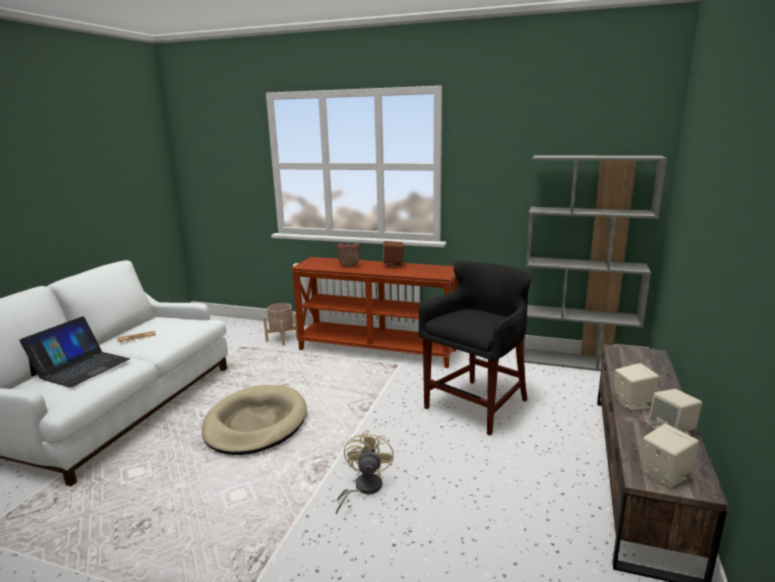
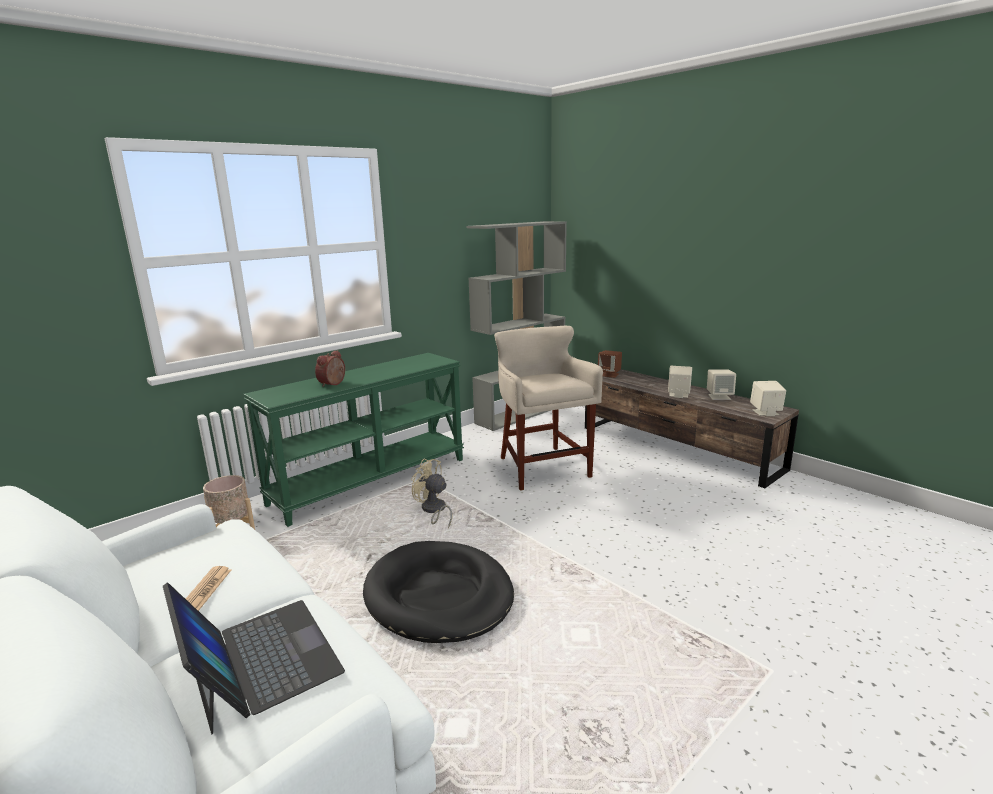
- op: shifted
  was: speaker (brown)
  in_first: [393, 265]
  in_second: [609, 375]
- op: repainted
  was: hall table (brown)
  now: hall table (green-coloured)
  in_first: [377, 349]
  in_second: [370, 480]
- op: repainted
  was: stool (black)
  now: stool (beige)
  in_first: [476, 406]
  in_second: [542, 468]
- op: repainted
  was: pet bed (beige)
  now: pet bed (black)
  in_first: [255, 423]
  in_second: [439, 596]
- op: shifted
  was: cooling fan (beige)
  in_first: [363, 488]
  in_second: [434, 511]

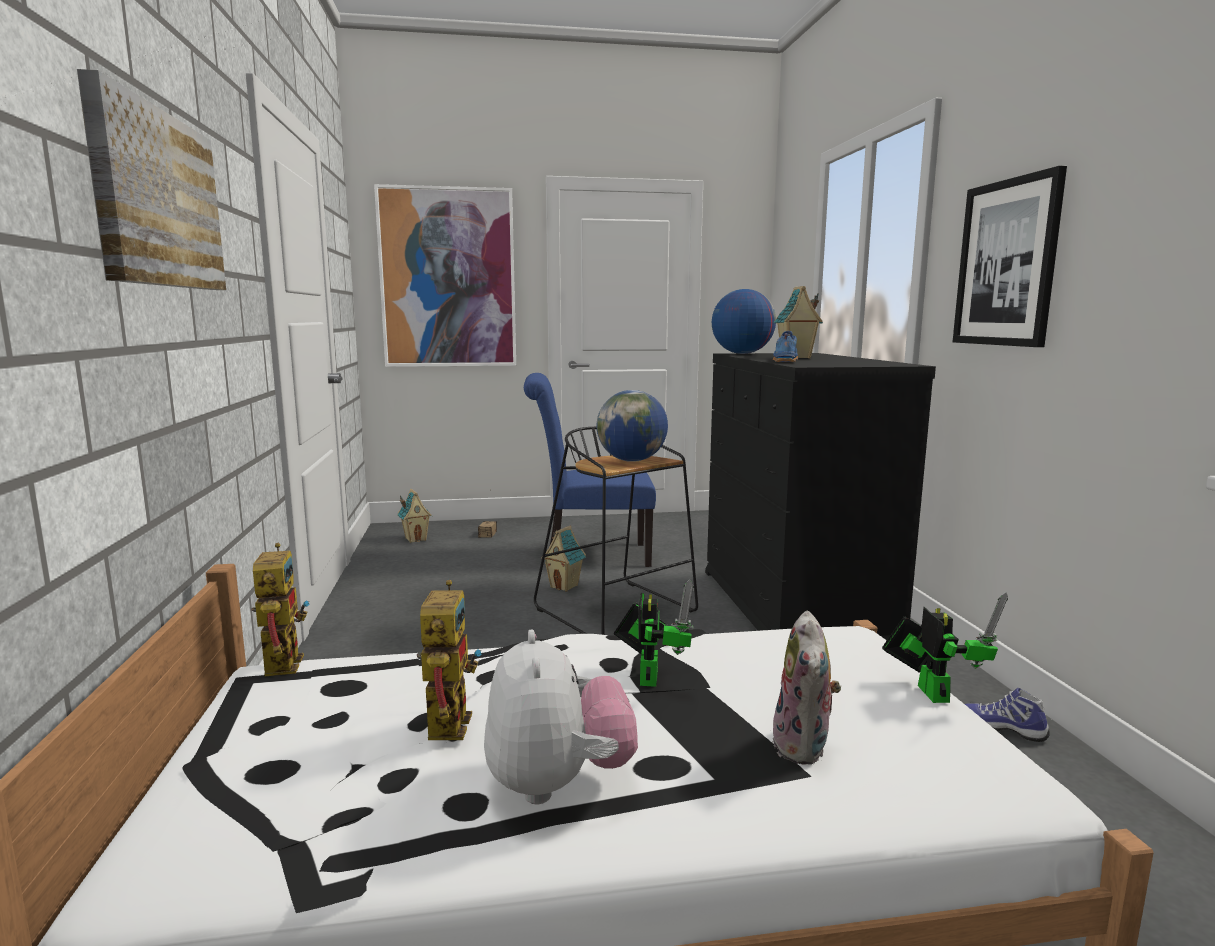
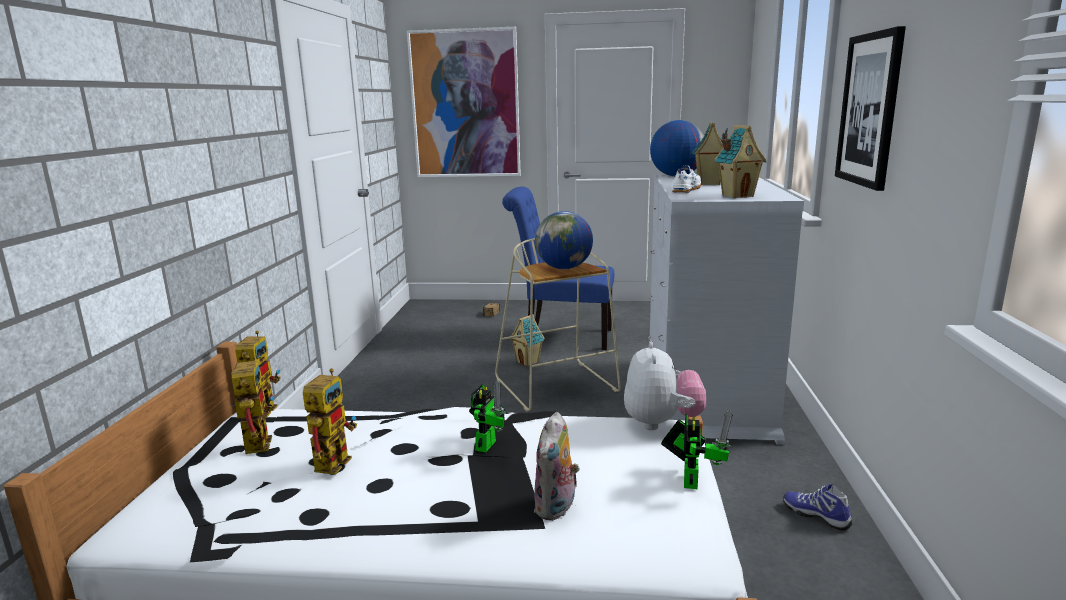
- op: gone
  was: wall art
  in_first: [156, 200]
- op: repainted
  was: item of footwear (blue-coloured)
  now: item of footwear (white-coloured)
  in_first: [784, 361]
  in_second: [685, 190]
- op: repainted
  was: chest of drawers (black)
  now: chest of drawers (white-coloured)
  in_first: [795, 607]
  in_second: [706, 395]
- op: repainted
  was: stool (black)
  now: stool (beige)
  in_first: [618, 611]
  in_second: [558, 386]
- op: shifted
  was: miniature house
  in_first: [416, 539]
  in_second: [737, 196]
- op: shifted
  was: plush toy
  in_first: [558, 783]
  in_second: [661, 423]
- op: new
  now: model robot
  in_second: [256, 441]

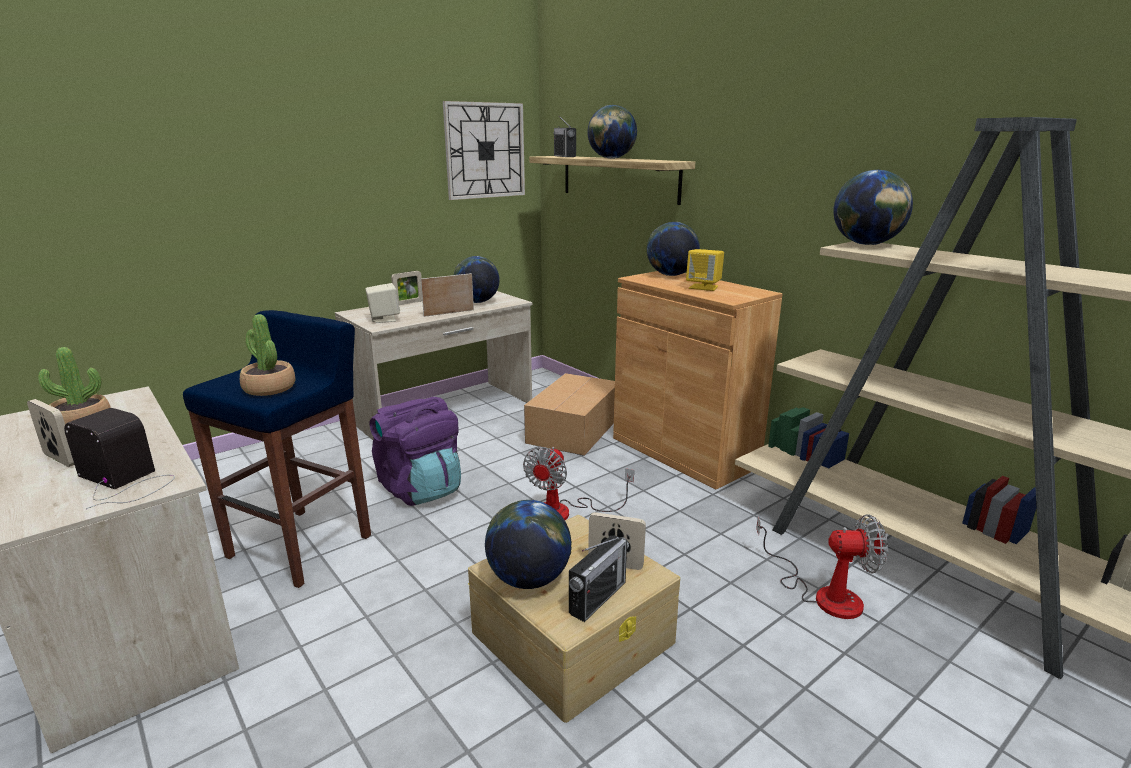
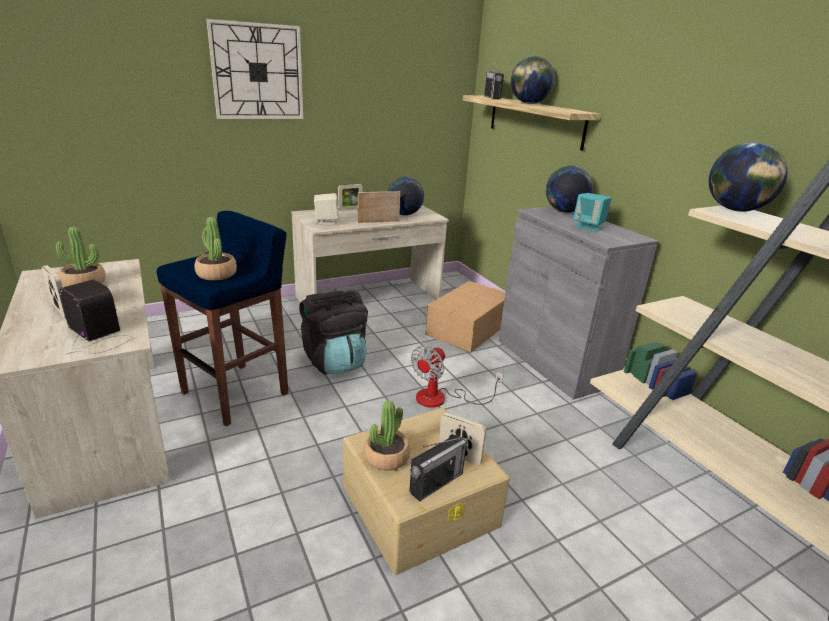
- op: shifted
  was: hanging clock
  in_first: [485, 150]
  in_second: [257, 72]
- op: repainted
  was: speaker (yellowish)
  now: speaker (turquoise)
  in_first: [704, 287]
  in_second: [588, 227]
- op: repainted
  was: cupboard (brown)
  now: cupboard (greyish)
  in_first: [684, 452]
  in_second: [554, 362]
- op: repainted
  was: rucksack (purple)
  now: rucksack (black)
  in_first: [420, 489]
  in_second: [334, 361]
- op: swapped
  was: world globe
  now: plant in a pot
  in_first: [529, 579]
  in_second: [386, 457]
- op: gone
  was: cooling fan
  in_first: [823, 594]

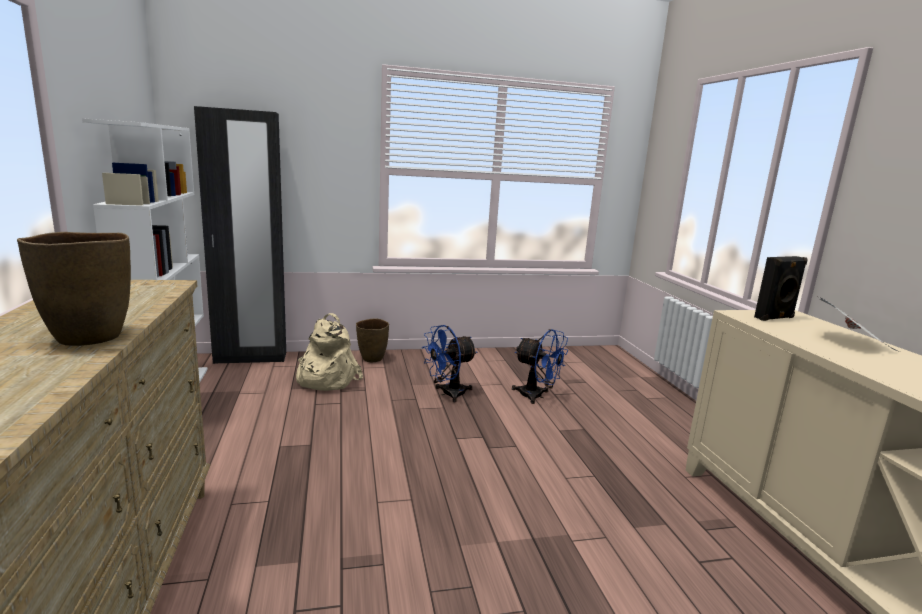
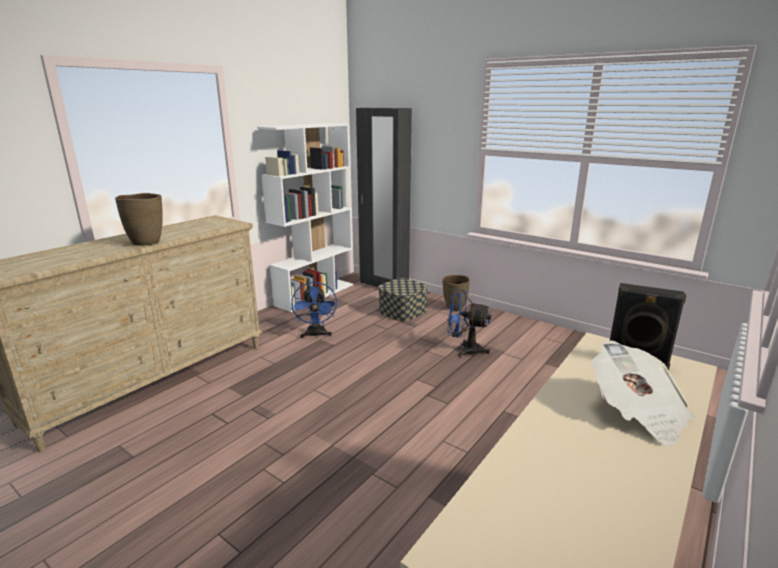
- op: swapped
  was: rucksack (beige)
  now: storage box
  in_first: [325, 379]
  in_second: [402, 311]
- op: shifted
  was: cooling fan (blue-coloured)
  in_first: [537, 396]
  in_second: [316, 335]

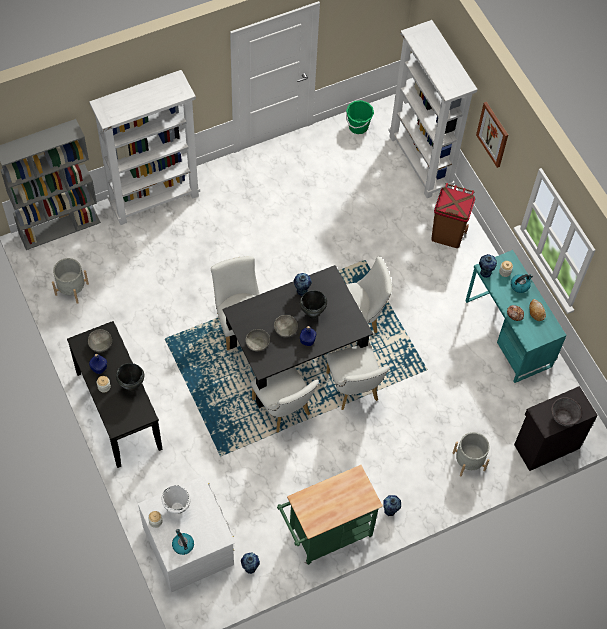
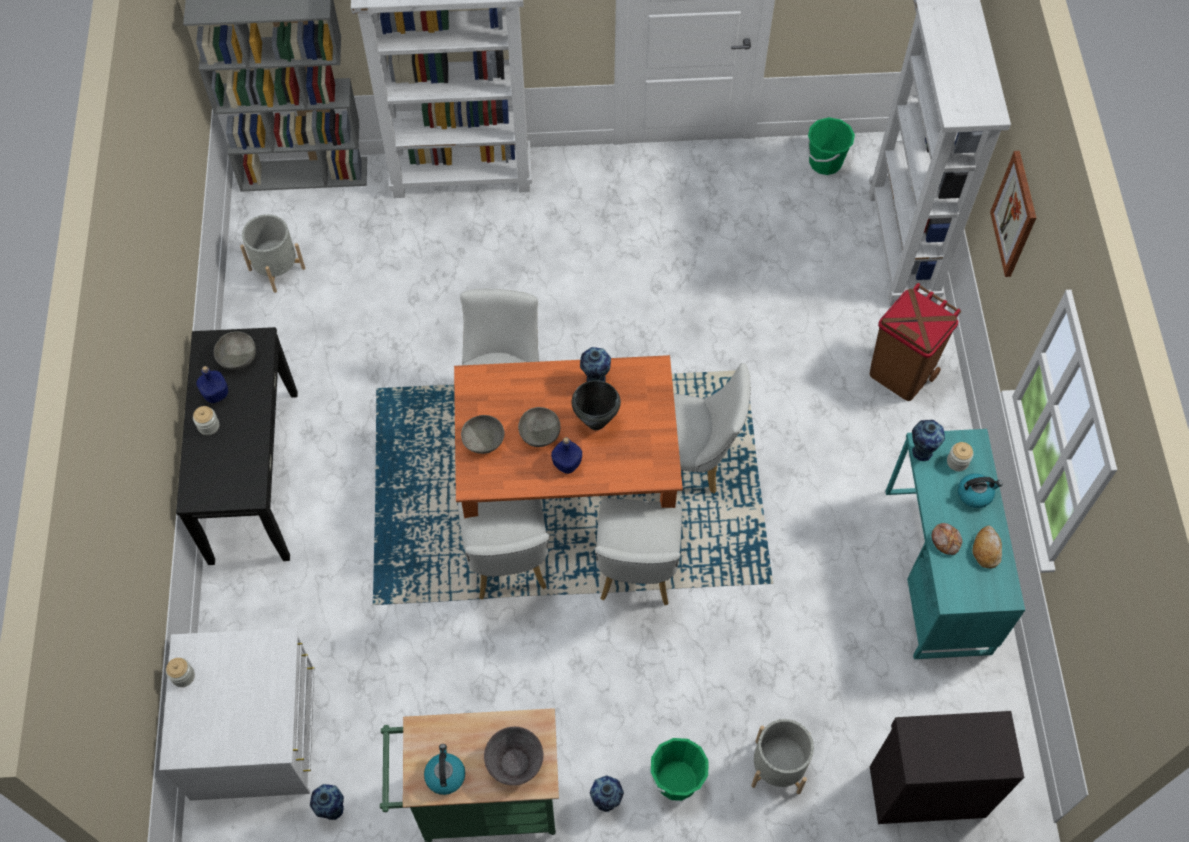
- op: repainted
  was: dinner table (black)
  now: dinner table (orange-coloured)
  in_first: [295, 355]
  in_second: [566, 483]
- op: gone
  was: stockpot (black)
  in_first: [132, 386]
- op: shifted
  was: bowl (greyish)
  in_first: [563, 416]
  in_second: [514, 762]
- op: gone
  was: stockpot (white-coloured)
  in_first: [177, 507]
- op: shifted
  was: tea kettle
  in_first: [182, 545]
  in_second: [445, 775]
- op: new
  now: bucket (green-coloured)
  in_second: [676, 780]

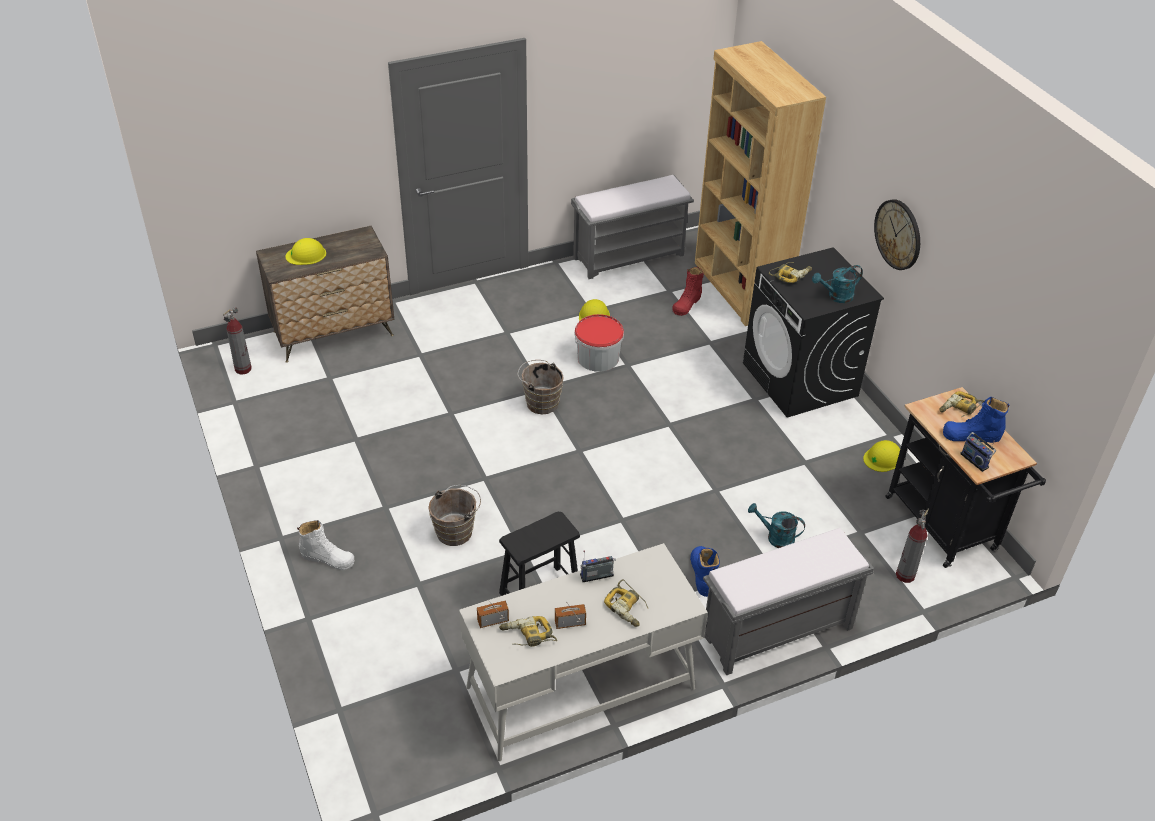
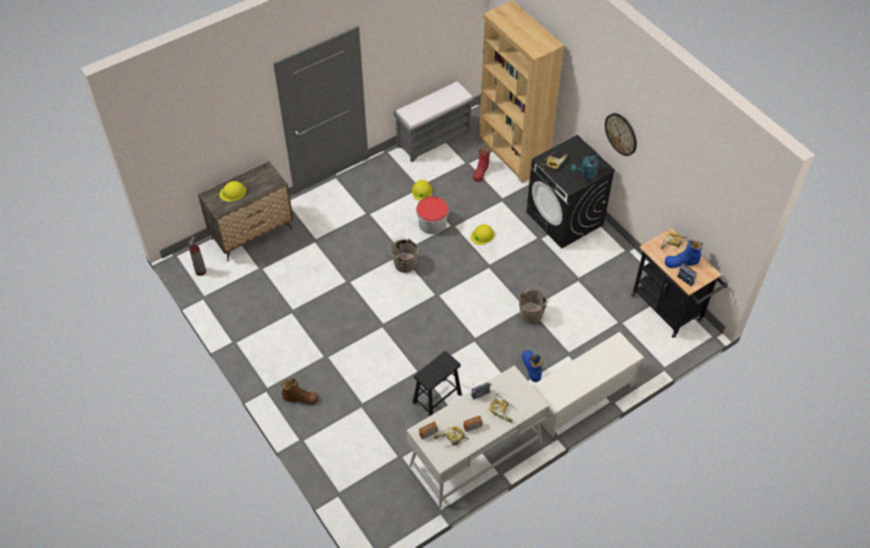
- op: shifted
  was: hard hat (yellowish)
  in_first: [883, 458]
  in_second: [482, 235]
- op: shifted
  was: bucket (brown)
  in_first: [457, 531]
  in_second: [532, 313]
- op: gone
  was: watering can (turquoise)
  in_first: [775, 537]
- op: gone
  was: fire extinguisher
  in_first: [905, 575]
- op: repainted
  was: tall boot (white-coloured)
  now: tall boot (brown)
  in_first: [327, 558]
  in_second: [300, 398]
- op: swapped
  was: bench (greyish)
  now: shoe rack (white-coloured)
  in_first: [776, 633]
  in_second: [581, 398]

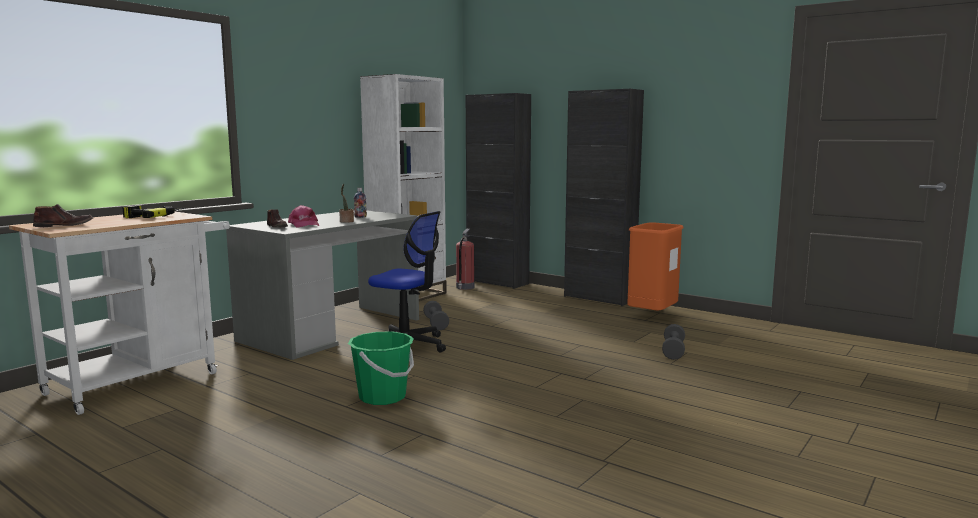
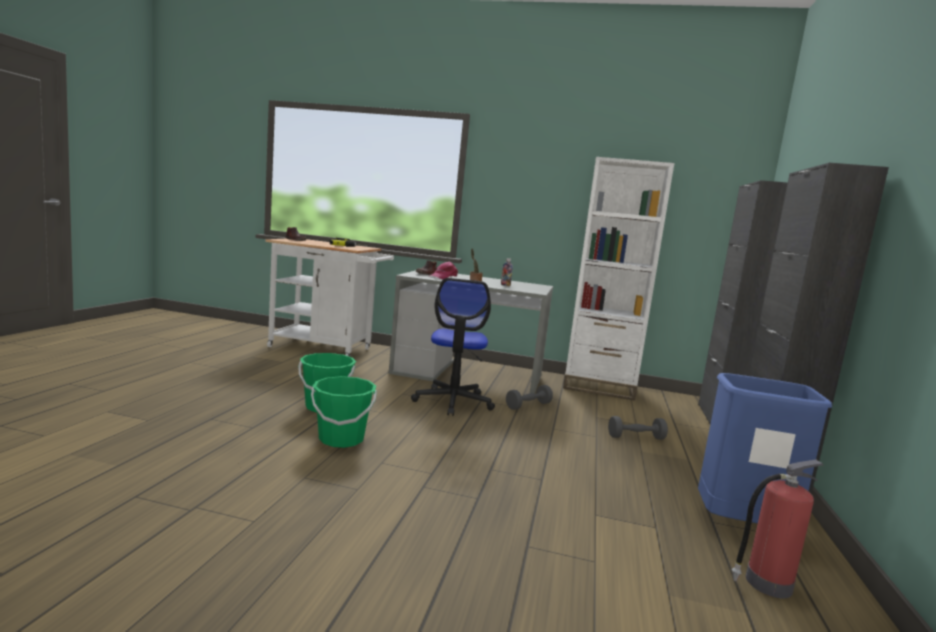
- op: repainted
  was: waste bin (orange-coloured)
  now: waste bin (blue-coloured)
  in_first: [652, 316]
  in_second: [742, 527]
- op: shifted
  was: fire extinguisher
  in_first: [464, 287]
  in_second: [766, 583]
- op: shifted
  was: hand weight (greyish)
  in_first: [673, 351]
  in_second: [636, 437]
- op: new
  now: bucket (green-coloured)
  in_second: [341, 439]

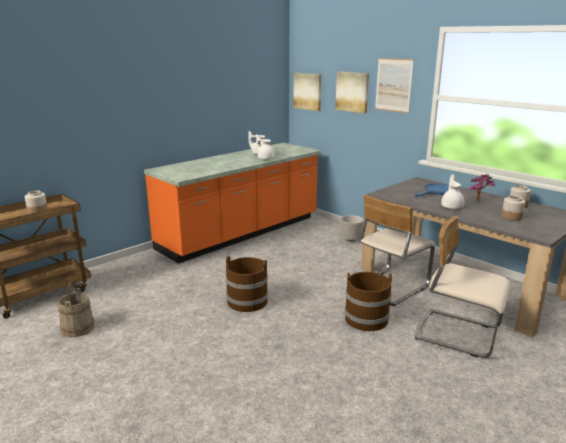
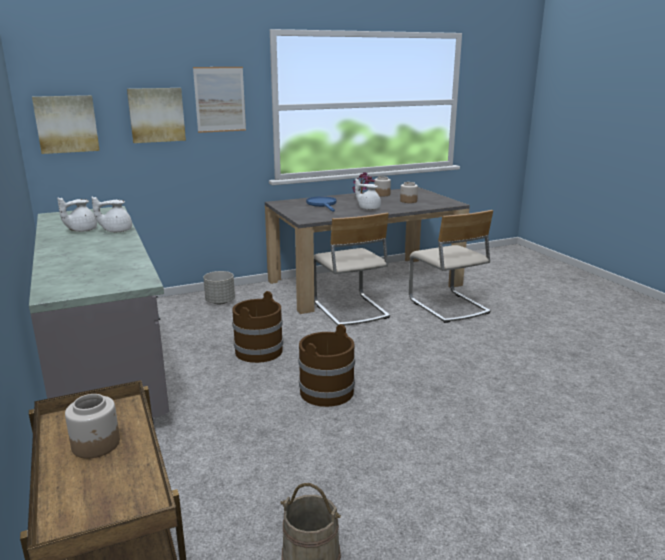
- op: repainted
  was: kitchen base unit (orange-coloured)
  now: kitchen base unit (greyish)
  in_first: [241, 233]
  in_second: [106, 363]
- op: rotated
  was: plain chair (beige)
  in_first: [457, 333]
  in_second: [447, 306]
  clockwise: -75
- op: shifted
  was: bucket (brown)
  in_first: [366, 319]
  in_second: [259, 351]

